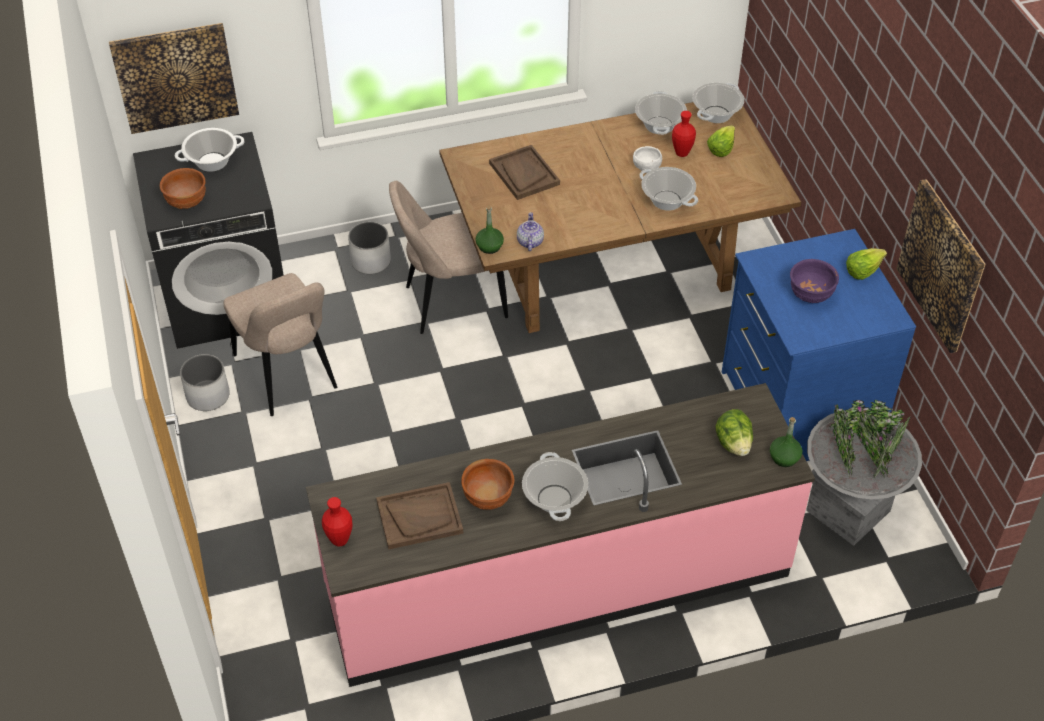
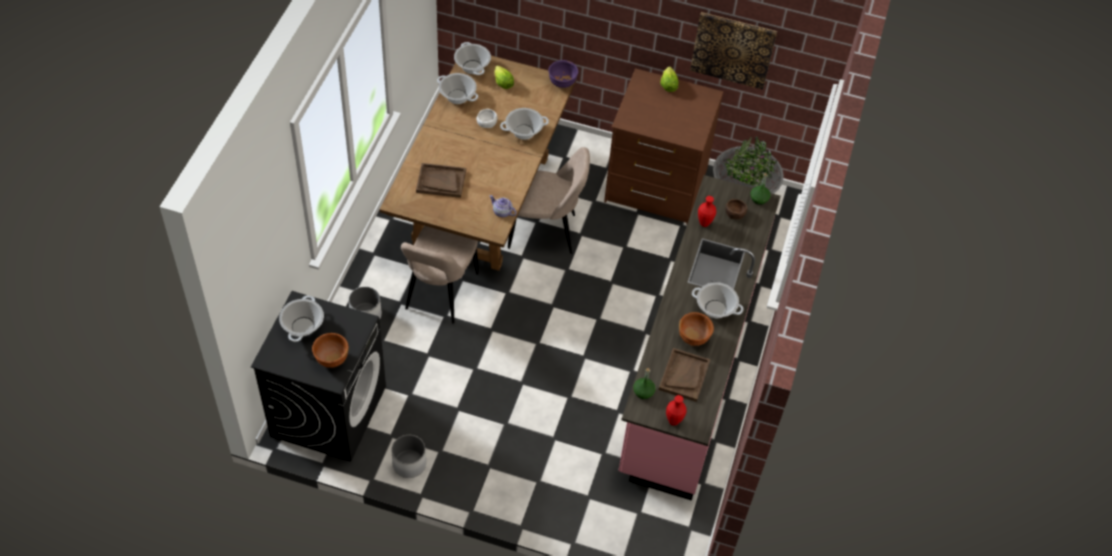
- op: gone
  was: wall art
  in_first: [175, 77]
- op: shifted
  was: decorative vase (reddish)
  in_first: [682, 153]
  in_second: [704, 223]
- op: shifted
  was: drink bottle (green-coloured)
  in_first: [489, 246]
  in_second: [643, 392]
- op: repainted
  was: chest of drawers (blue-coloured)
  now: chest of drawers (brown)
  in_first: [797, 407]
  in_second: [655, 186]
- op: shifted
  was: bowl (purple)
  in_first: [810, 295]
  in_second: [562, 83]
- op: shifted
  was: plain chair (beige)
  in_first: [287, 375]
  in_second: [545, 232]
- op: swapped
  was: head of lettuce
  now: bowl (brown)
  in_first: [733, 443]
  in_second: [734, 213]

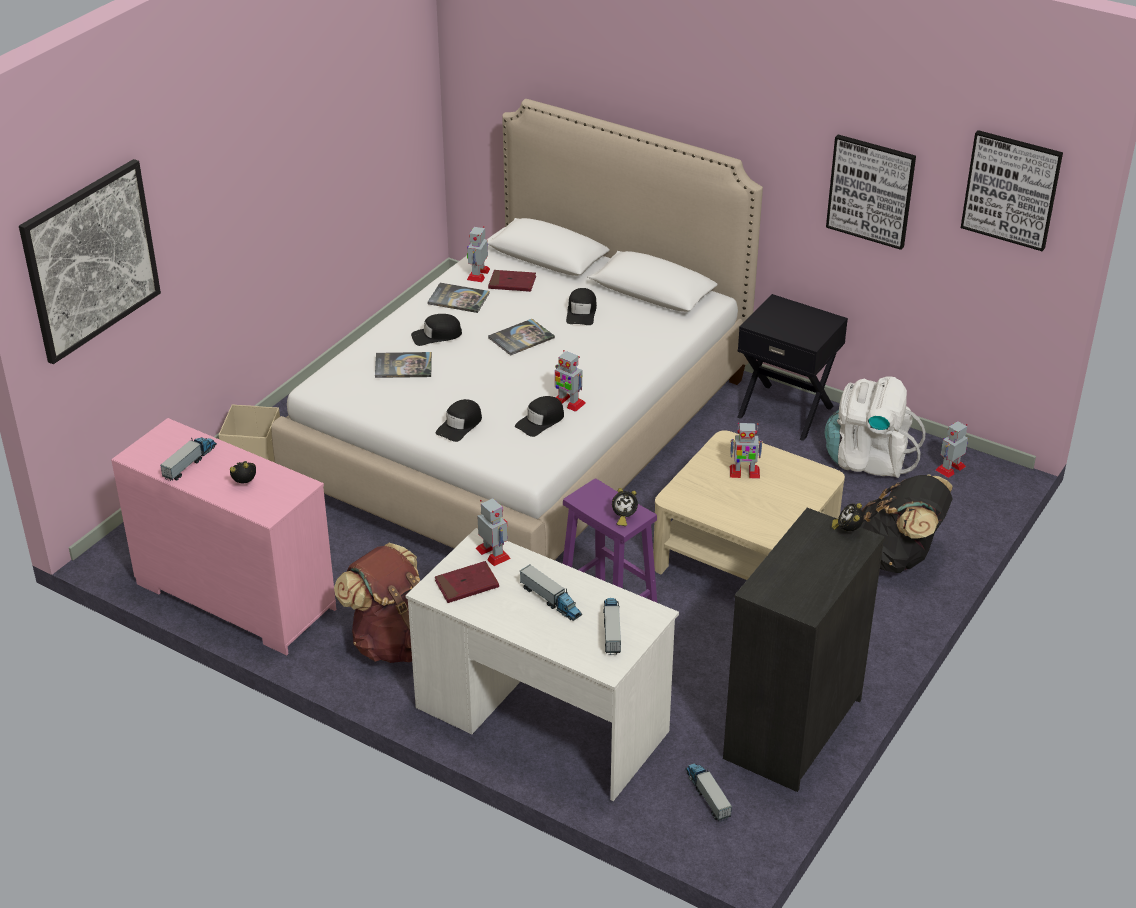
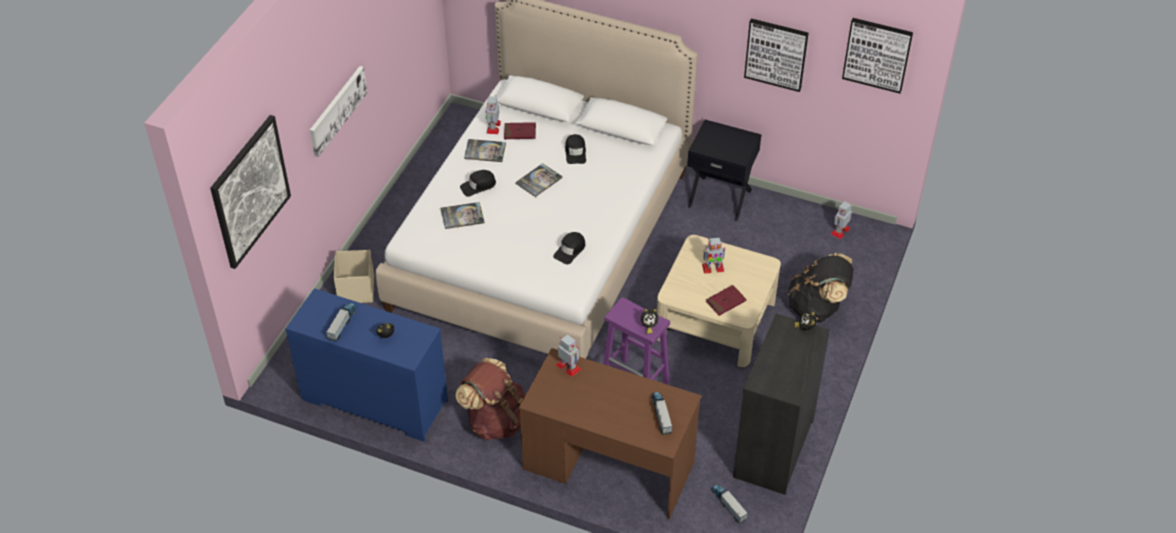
- op: gone
  was: model robot
  in_first: [568, 402]
- op: gone
  was: rucksack (white-coloured)
  in_first: [868, 460]
- op: gone
  was: peaked cap (black)
  in_first: [460, 425]
- op: repainted
  was: chest of drawers (pink)
  now: chest of drawers (blue-coloured)
  in_first: [234, 597]
  in_second: [374, 401]
- op: repainted
  was: desk (white-coloured)
  now: desk (brown)
  in_first: [541, 719]
  in_second: [608, 466]
- op: shifted
  was: volume (reddish)
  in_first: [466, 585]
  in_second: [725, 302]
- op: gone
  was: toy truck
  in_first: [551, 601]
- op: new
  now: wall art
  in_second: [337, 110]

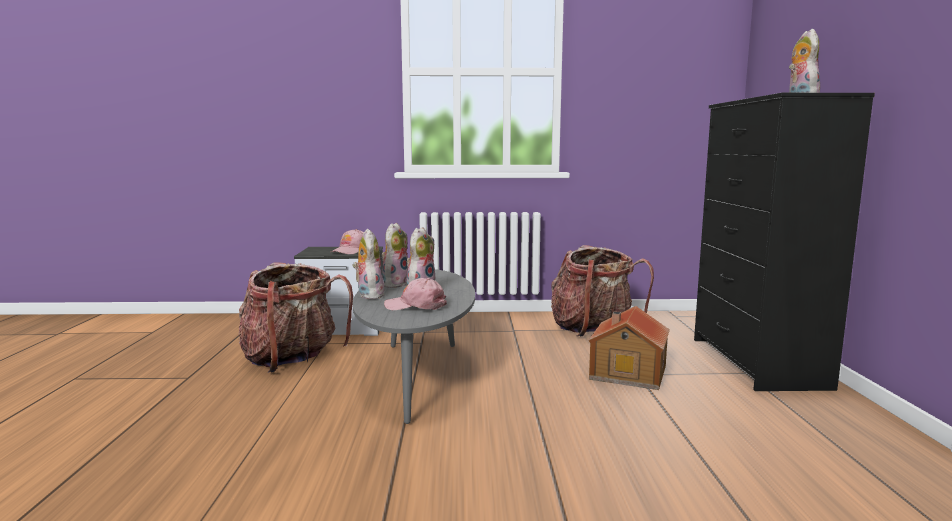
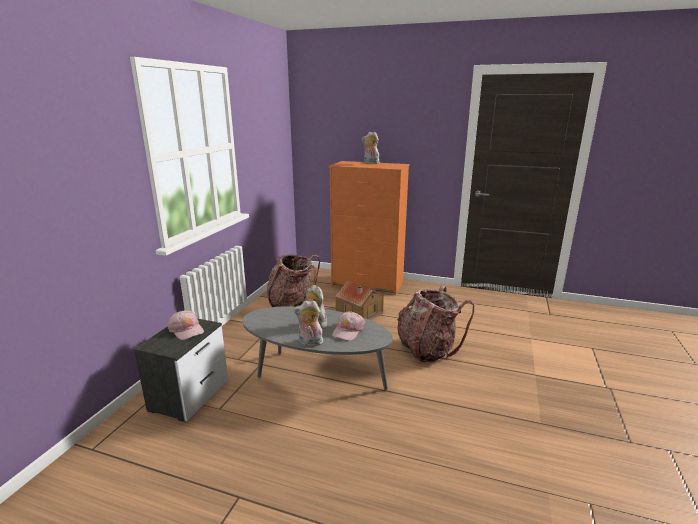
- op: repainted
  was: chest of drawers (black)
  now: chest of drawers (orange-coloured)
  in_first: [756, 363]
  in_second: [368, 284]
- op: gone
  was: plush toy
  in_first: [395, 284]
- op: shifted
  was: rucksack
  in_first: [292, 360]
  in_second: [427, 349]

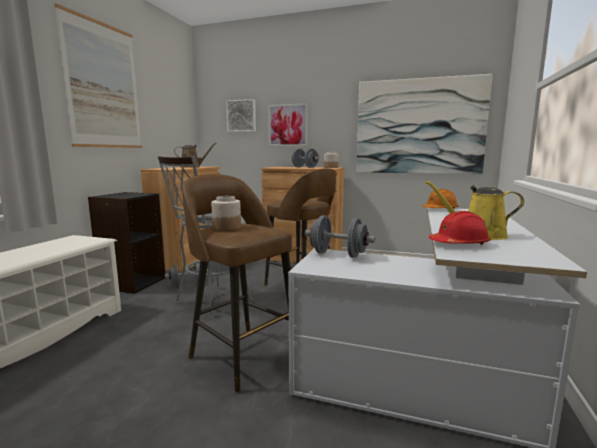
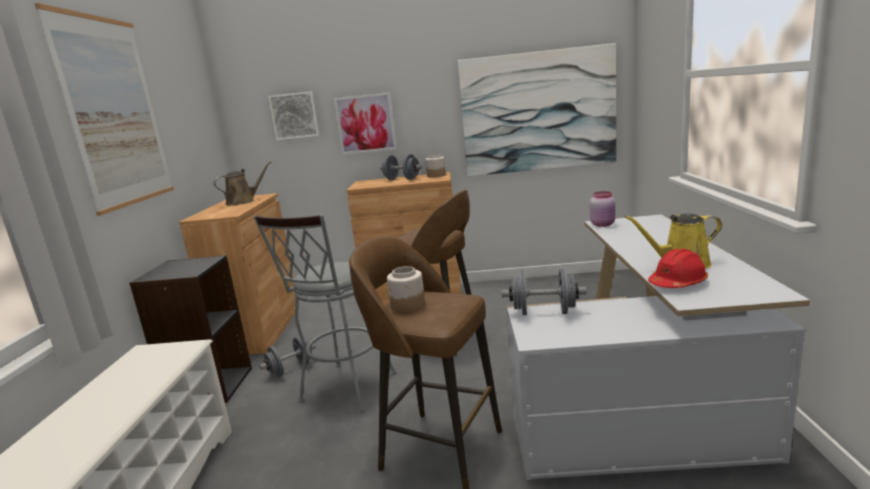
- op: swapped
  was: hard hat (orange-coloured)
  now: preserve jar (pink)
  in_first: [440, 209]
  in_second: [603, 224]

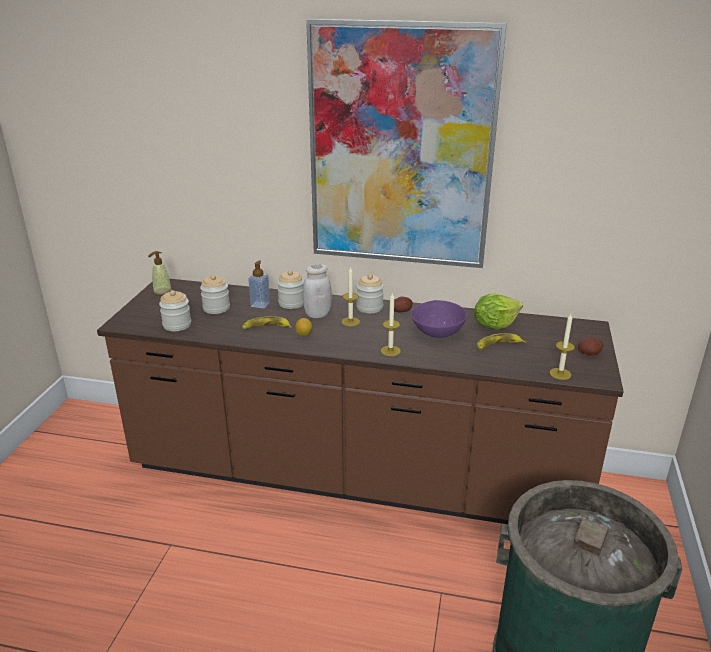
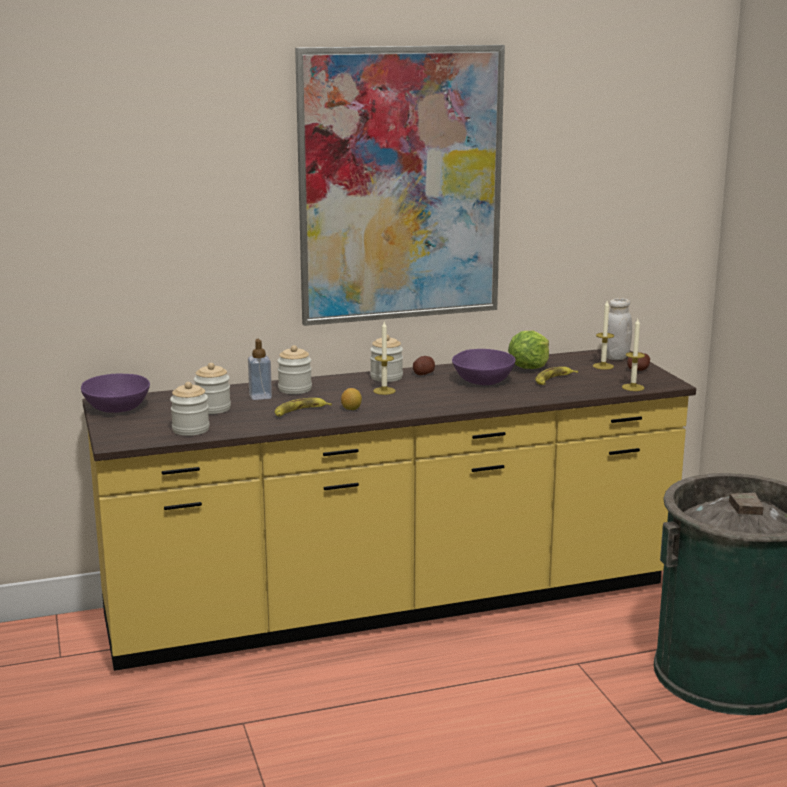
- op: swapped
  was: soap bottle
  now: bowl (purple)
  in_first: [162, 292]
  in_second: [117, 408]
- op: shifted
  was: preserve jar (white-coloured)
  in_first: [317, 314]
  in_second: [615, 357]
- op: repainted
  was: kitchen base unit (brown)
  now: kitchen base unit (yellowish)
  in_first: [355, 477]
  in_second: [393, 604]
- op: shifted
  was: wax light
  in_first: [390, 351]
  in_second: [603, 366]

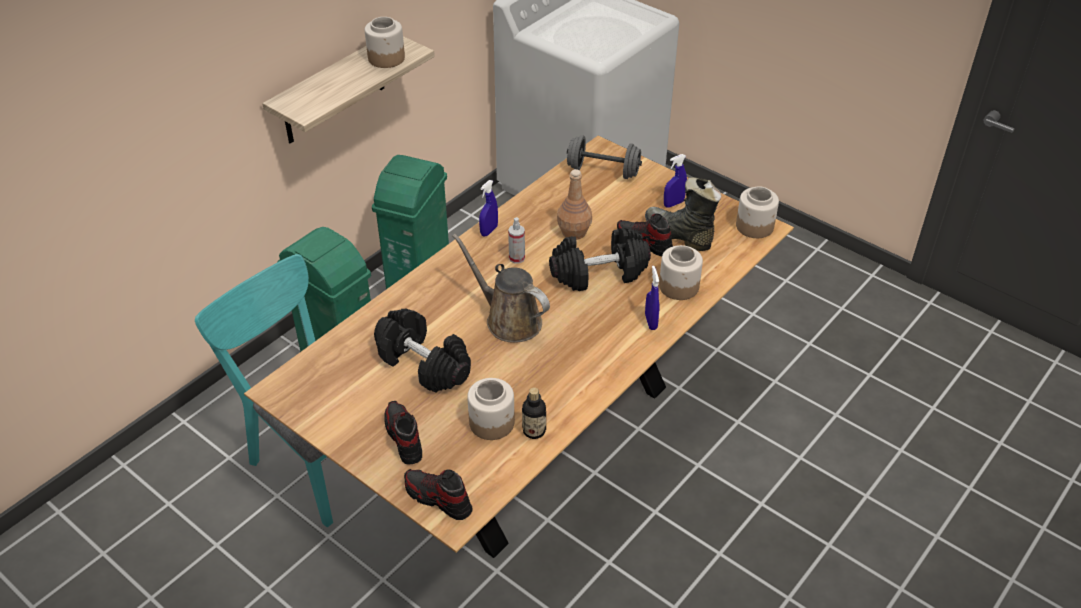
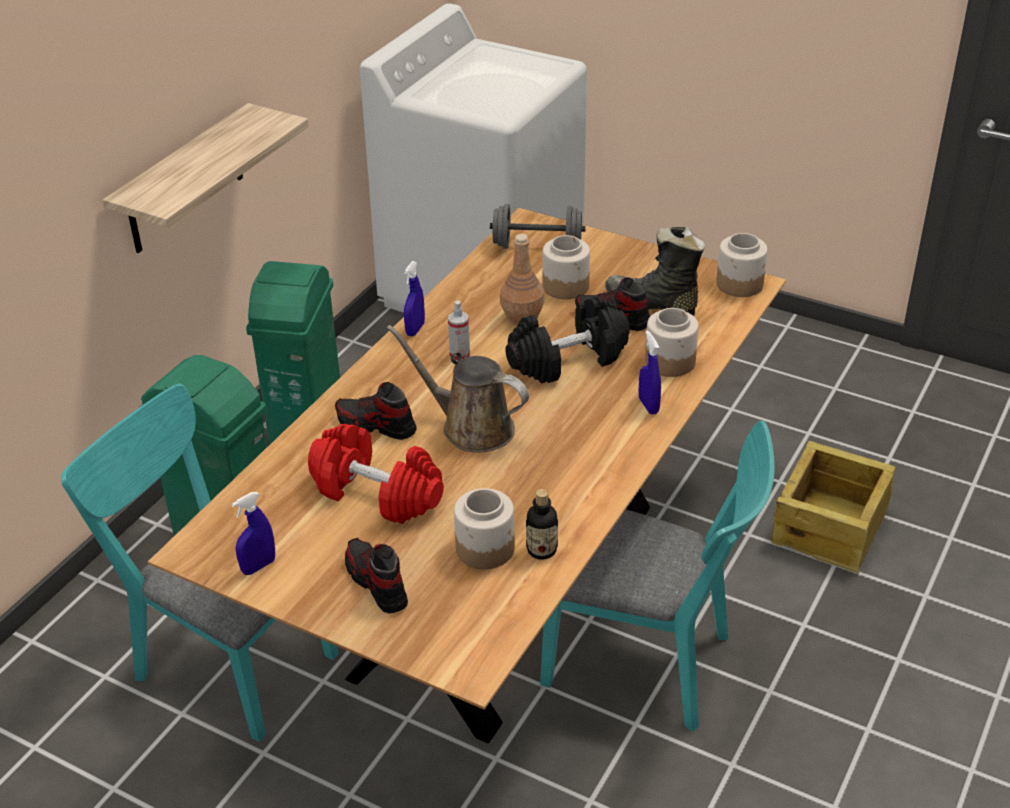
- op: shifted
  was: preserve jar
  in_first: [387, 58]
  in_second: [566, 286]
- op: shifted
  was: spray bottle (blue-coloured)
  in_first: [673, 204]
  in_second: [258, 566]
- op: repainted
  was: hand weight (black)
  now: hand weight (reddish)
  in_first: [424, 364]
  in_second: [378, 493]
- op: shifted
  was: item of footwear
  in_first: [438, 499]
  in_second: [376, 425]
- op: new
  now: plain chair (turquoise)
  in_second: [651, 664]
- op: new
  now: crate
  in_second: [831, 526]

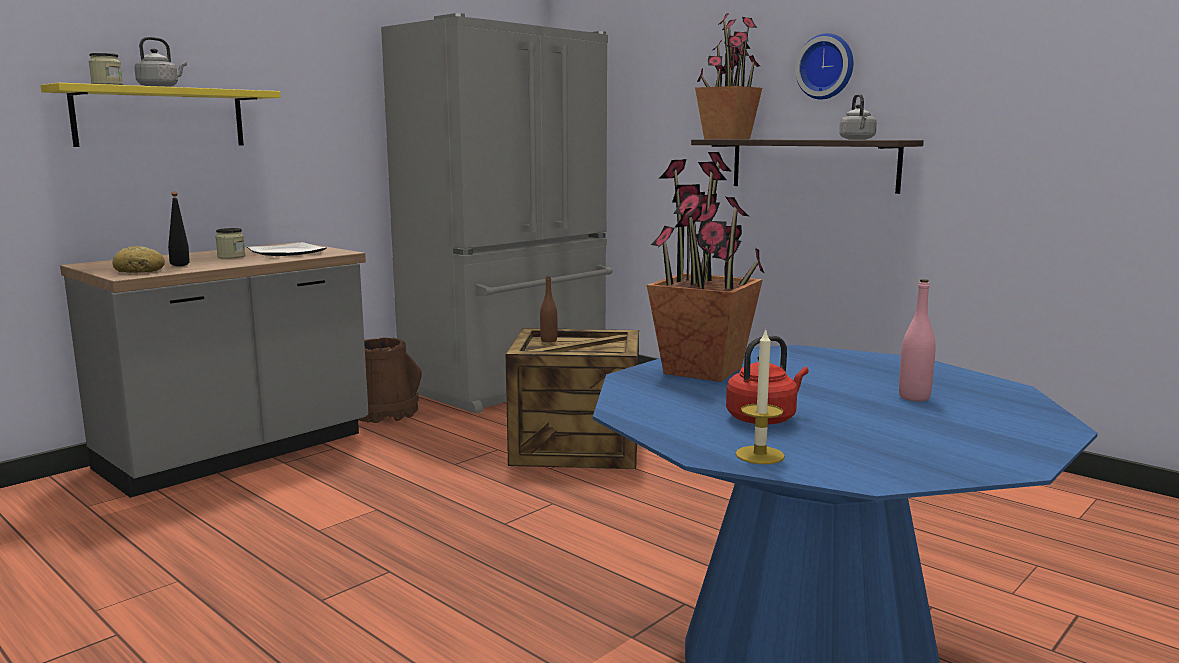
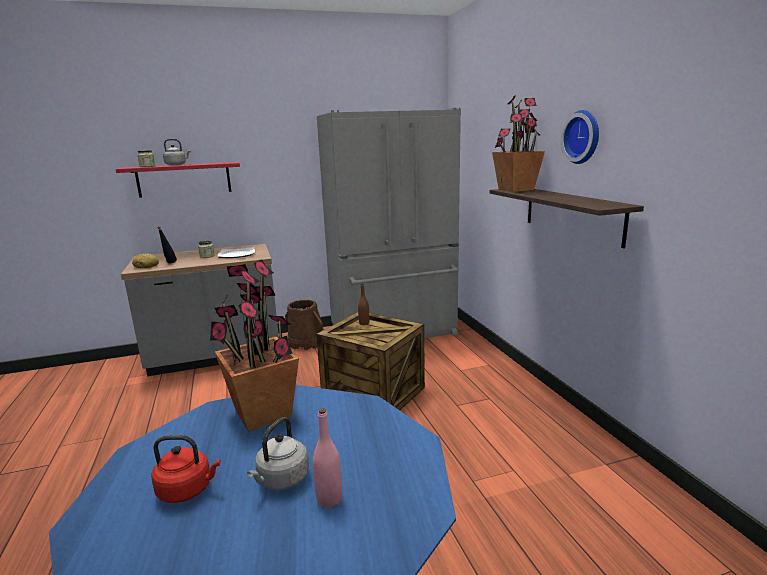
- op: repainted
  was: wall shelf (yellowish)
  now: wall shelf (reddish)
  in_first: [160, 117]
  in_second: [184, 179]
- op: shifted
  was: tea kettle (greyish)
  in_first: [857, 139]
  in_second: [281, 480]
- op: gone
  was: wax light
  in_first: [759, 455]

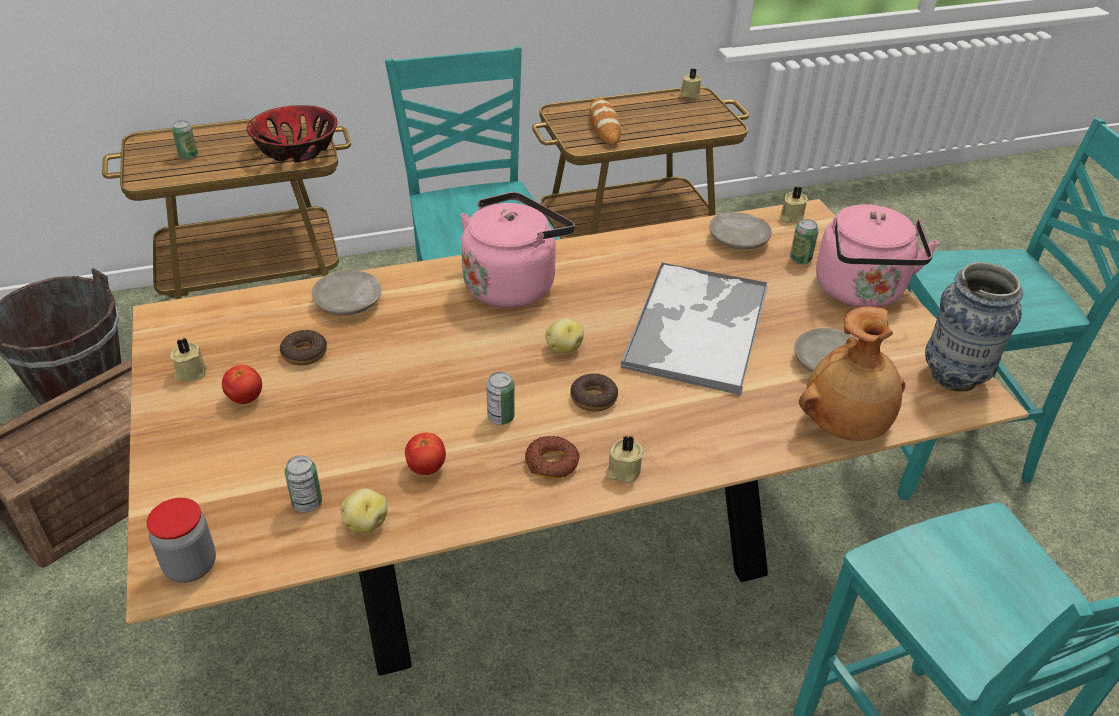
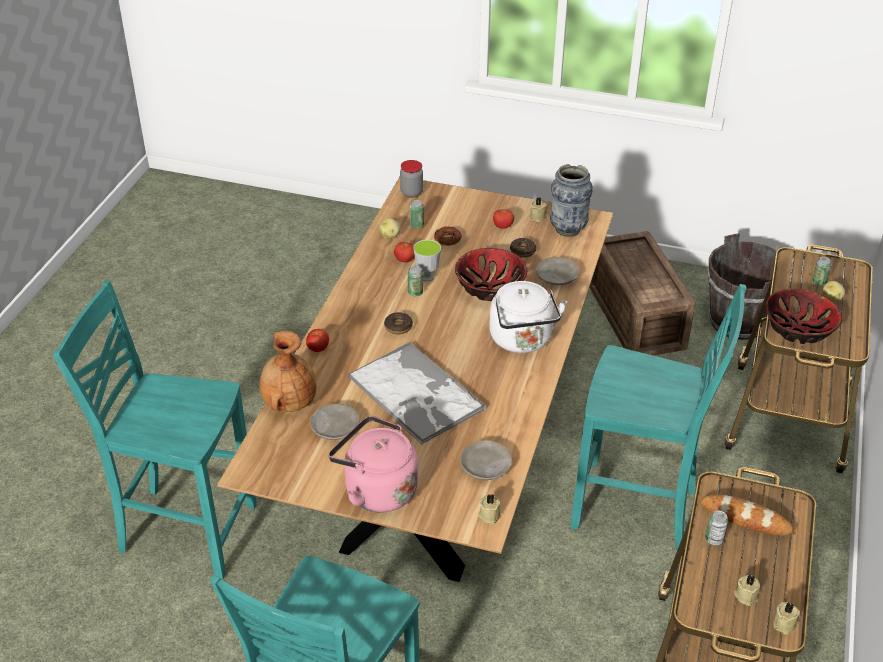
- op: repainted
  was: tea kettle (pink)
  now: tea kettle (white-coloured)
  in_first: [513, 284]
  in_second: [522, 341]
- op: shifted
  was: metal can
  in_first: [800, 259]
  in_second: [714, 539]
- op: shifted
  was: decorative vase
  in_first: [953, 377]
  in_second: [568, 229]
- op: shifted
  was: spud
  in_first: [563, 348]
  in_second: [831, 298]
- op: shifted
  was: wax light (beige)
  in_first: [623, 471]
  in_second: [746, 595]
- op: shifted
  was: ring doughnut
  in_first: [551, 463]
  in_second: [447, 239]
- op: new
  now: drinking cup
  in_second: [427, 276]
- op: new
  now: bowl
  in_second: [489, 287]
- op: new
  now: fresh tomato
  in_second: [318, 348]

